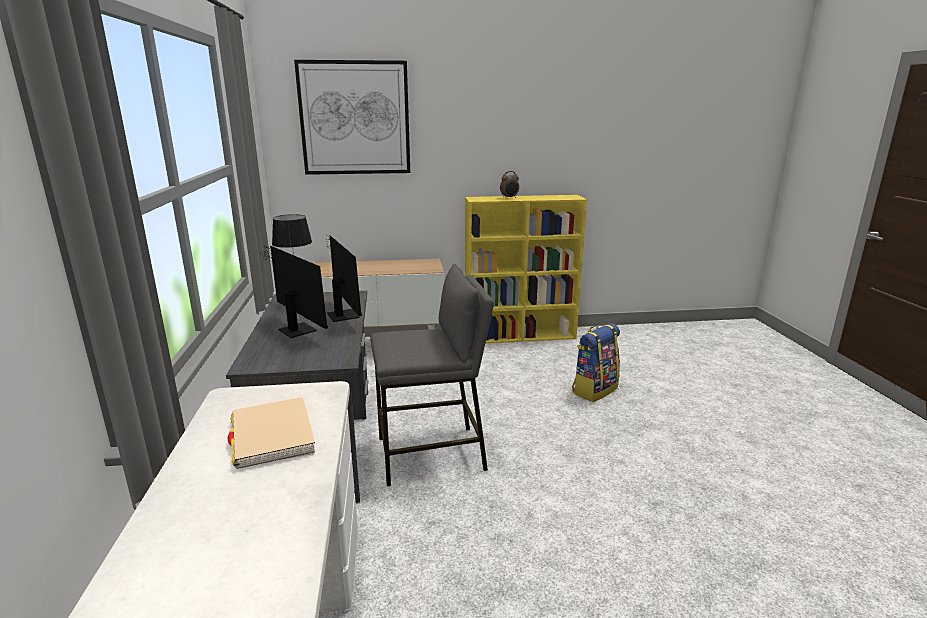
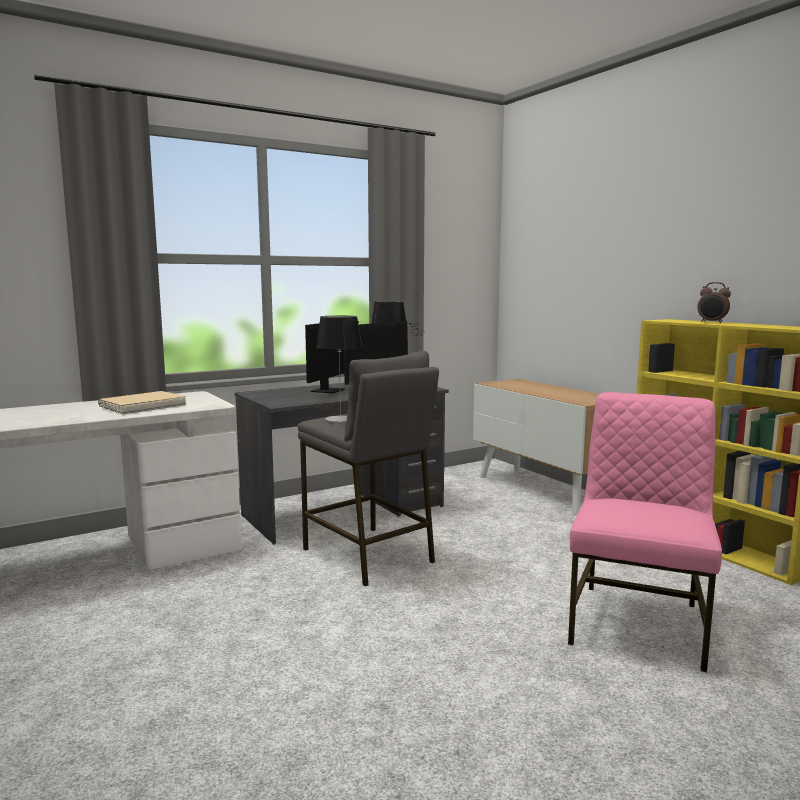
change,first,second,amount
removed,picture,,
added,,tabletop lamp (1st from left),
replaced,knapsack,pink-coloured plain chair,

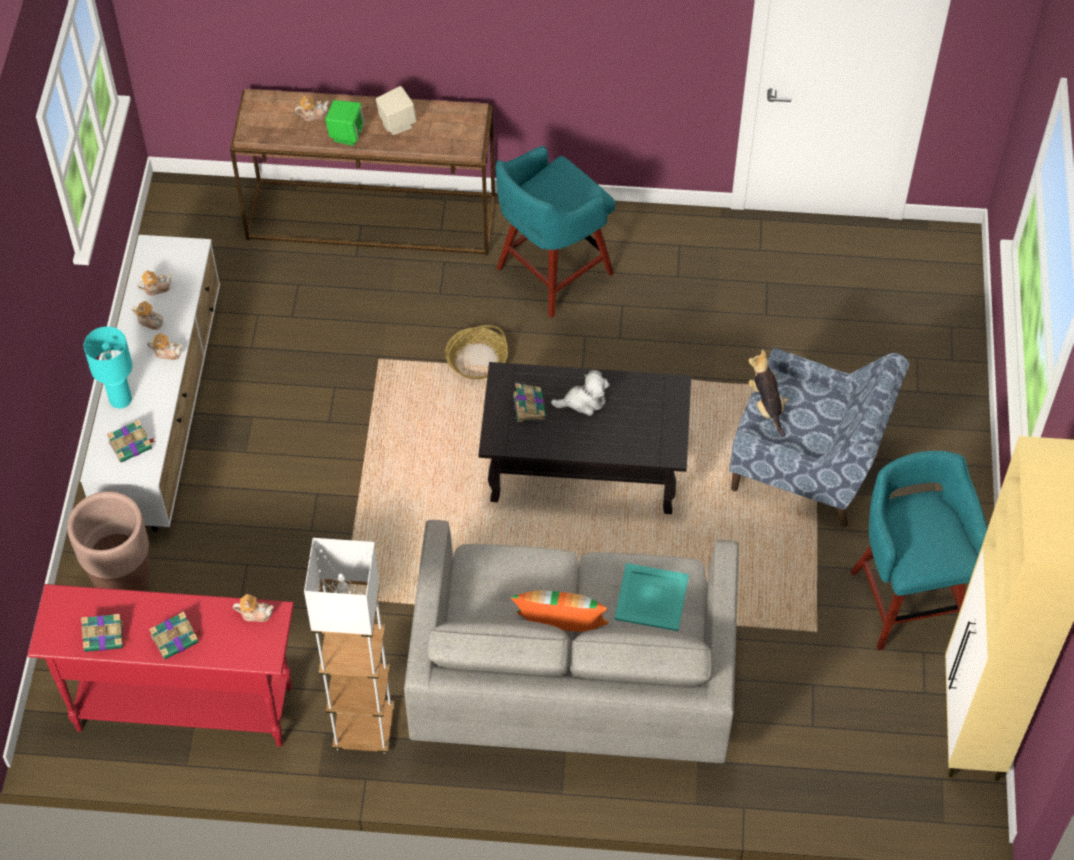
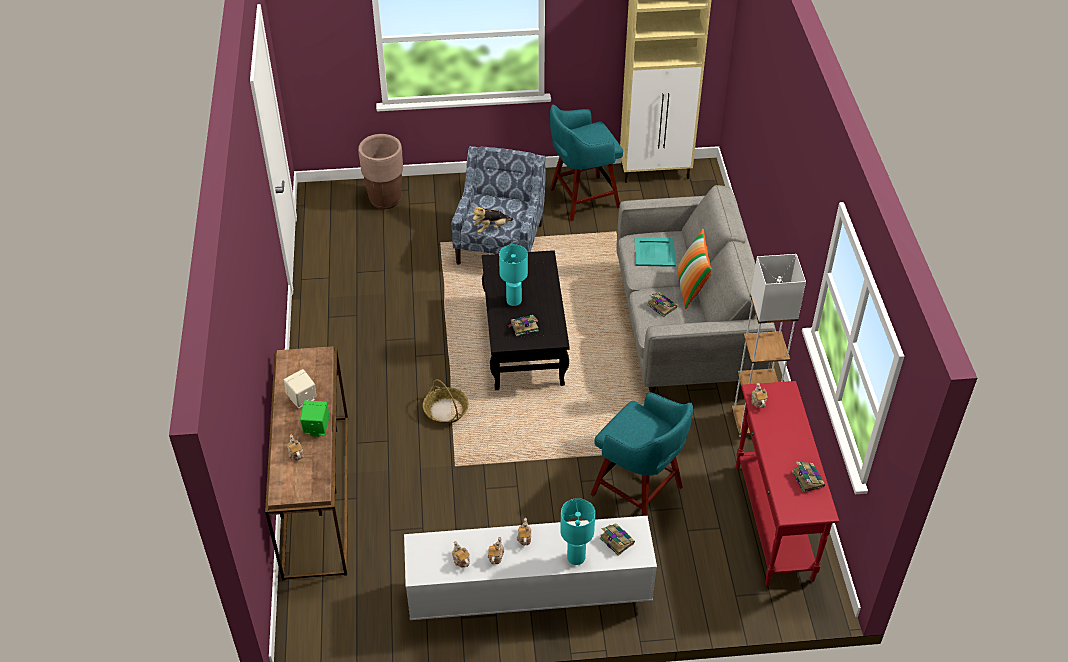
change,first,second,amount
moved,brown-coloured plant pot,,
moved,book (3rd from left),,
moved,blue-green stool seat (1st from left in the first image),blue-green stool seat (2nd from left),
replaced,soft toy (1st from left),blue-green tabletop lamp (1st from left),

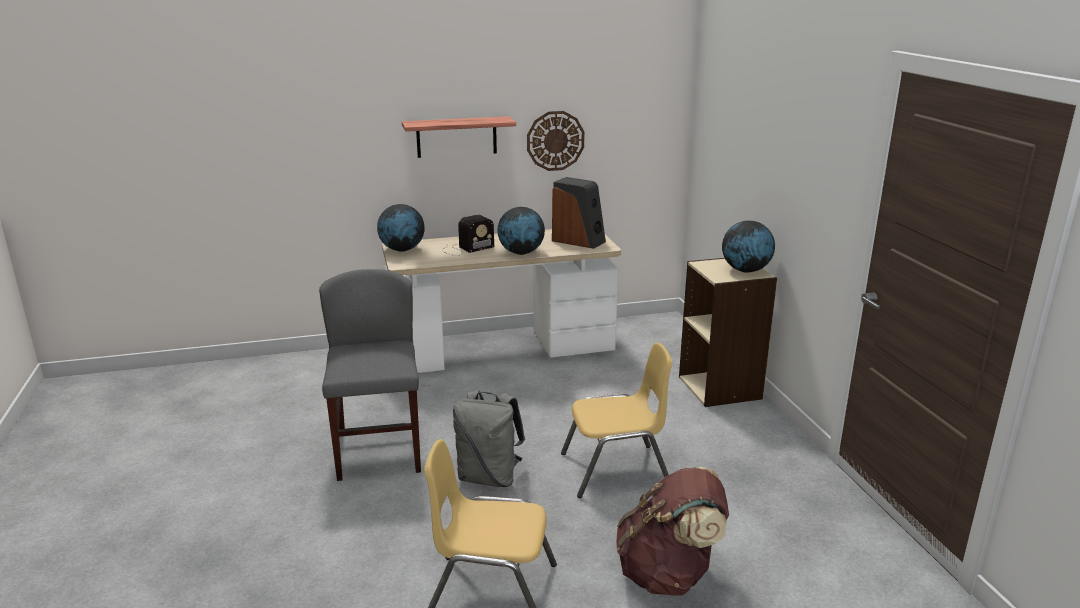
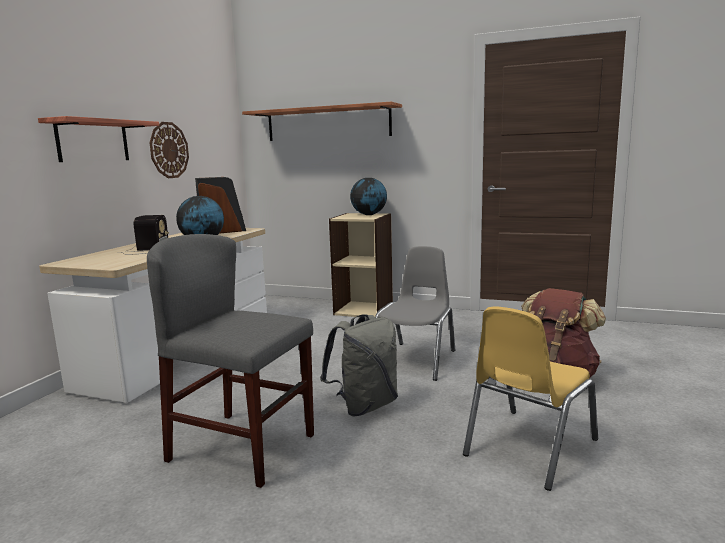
change,first,second,amount
removed,desk globe (1st from left),,
added,,bracket shelf (2nd from left),
recoloured,yellow-coloured plain chair (2nd from left),greyish plain chair (2nd from left),

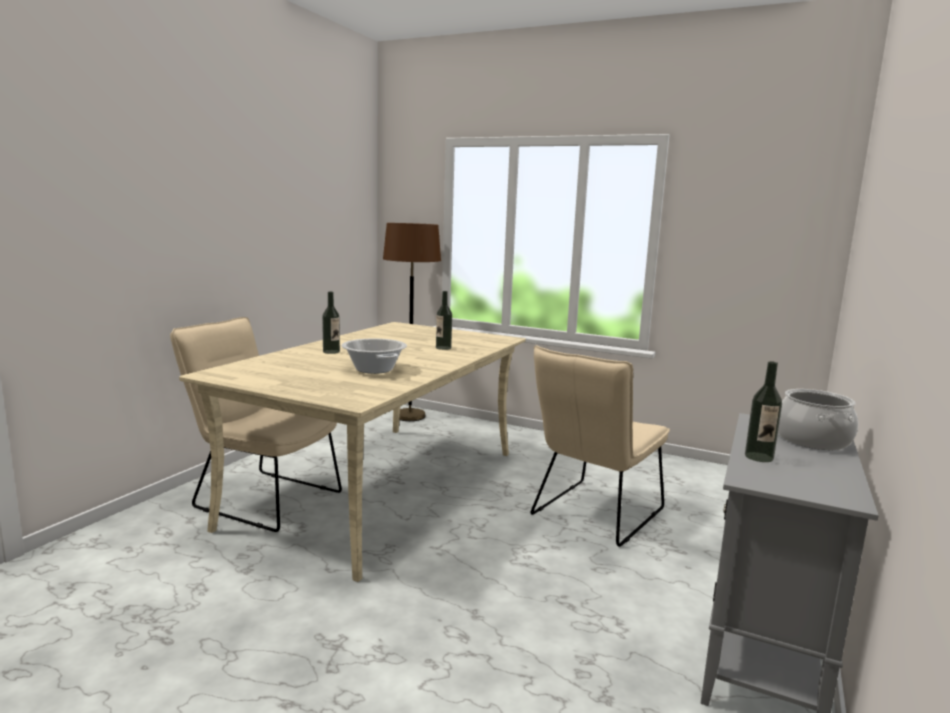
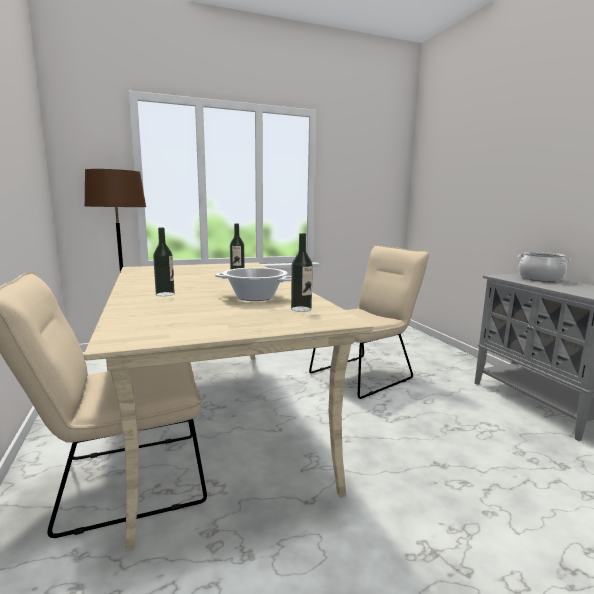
change,first,second,amount
moved,bottle (3rd from left),,
turned,sand-coloured plain chair (2nd from left),,120 degrees counterclockwise

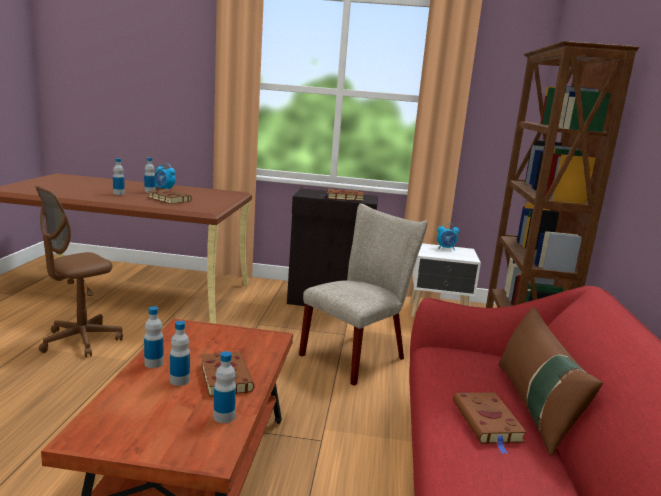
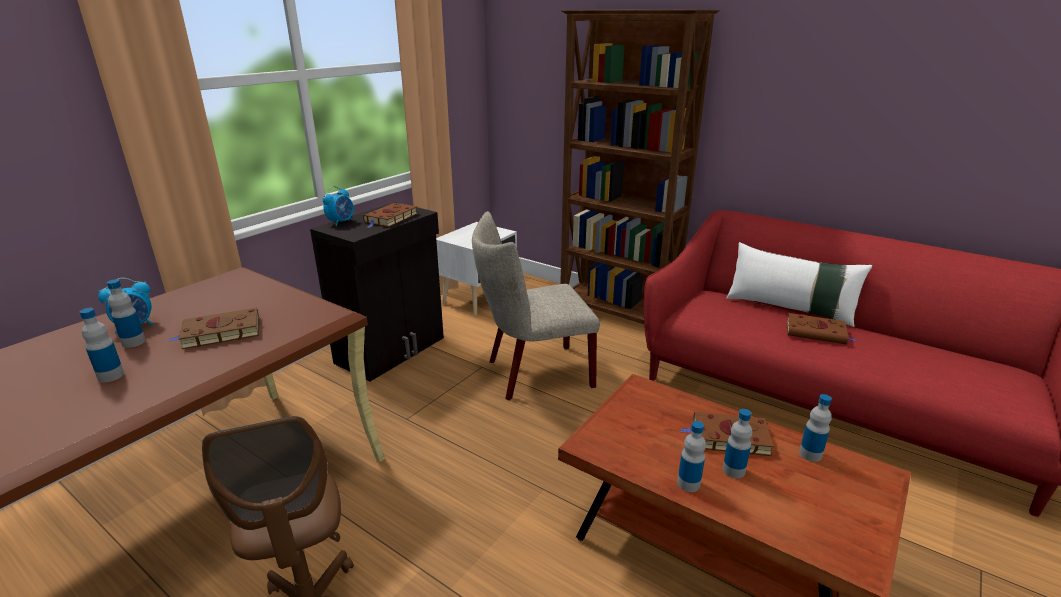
change,first,second,amount
moved,bedside clock (2nd from left),,
recoloured,brown-coloured pillow,white pillow,
turned,sand-coloured plain chair,,90 degrees counterclockwise

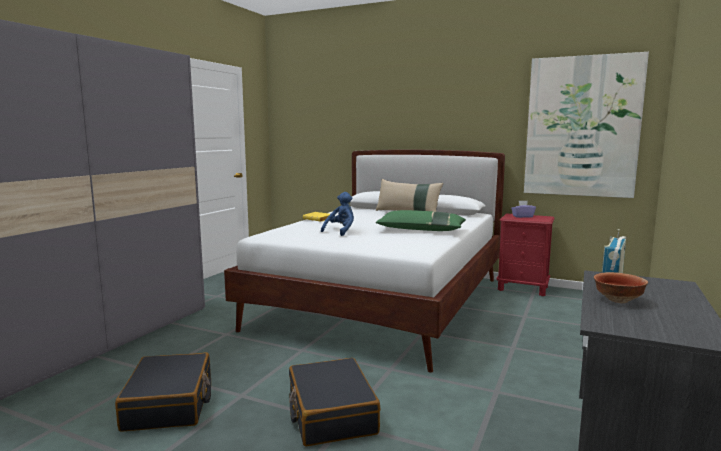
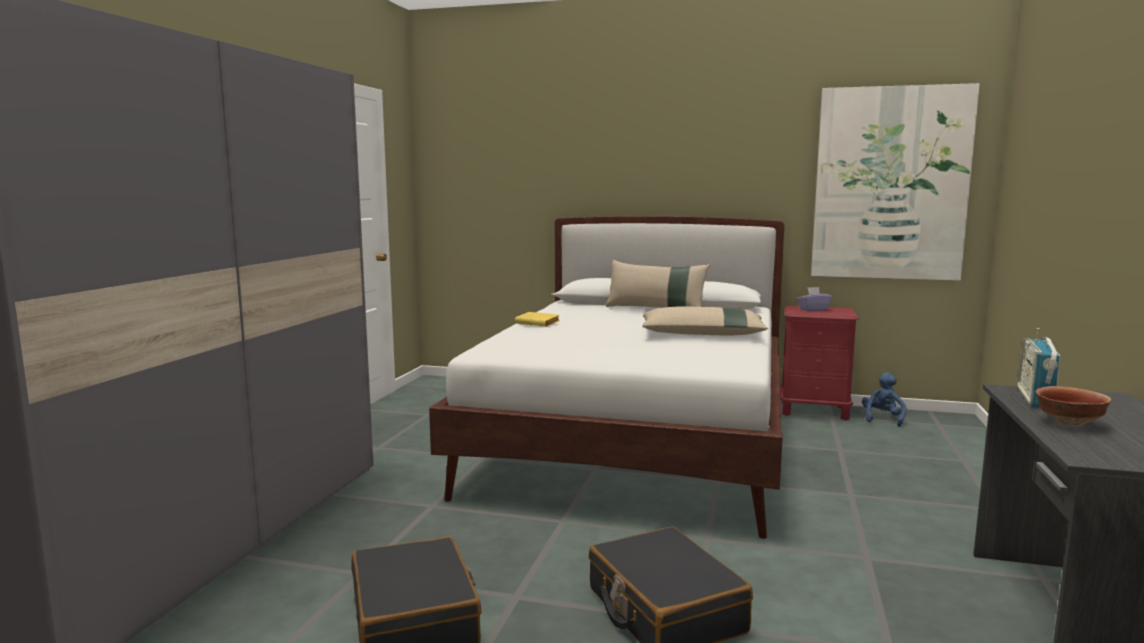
change,first,second,amount
moved,blue soft toy,,
recoloured,green pillow,sand-coloured pillow (2nd from left),

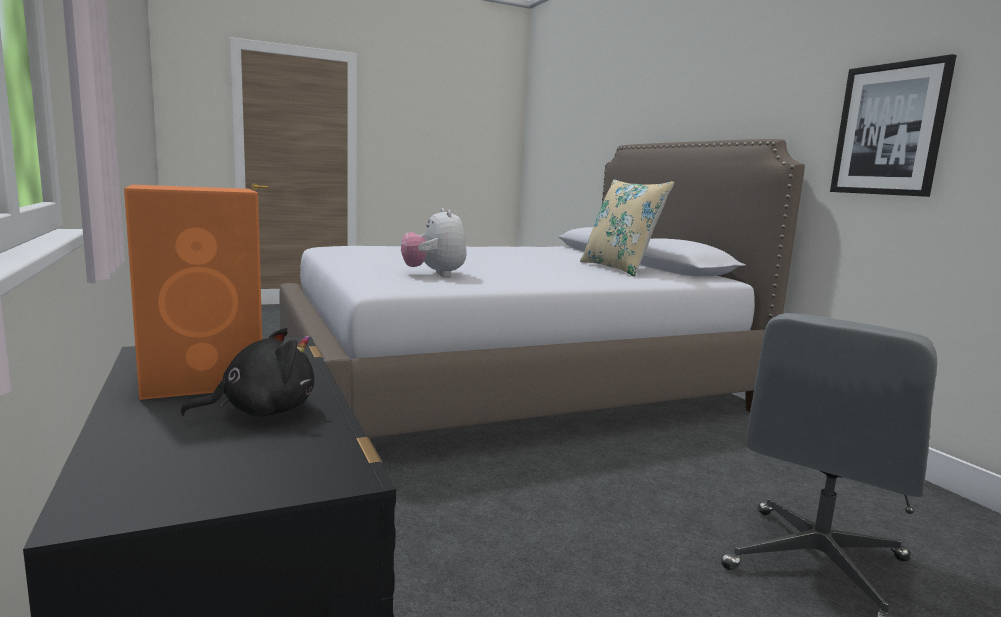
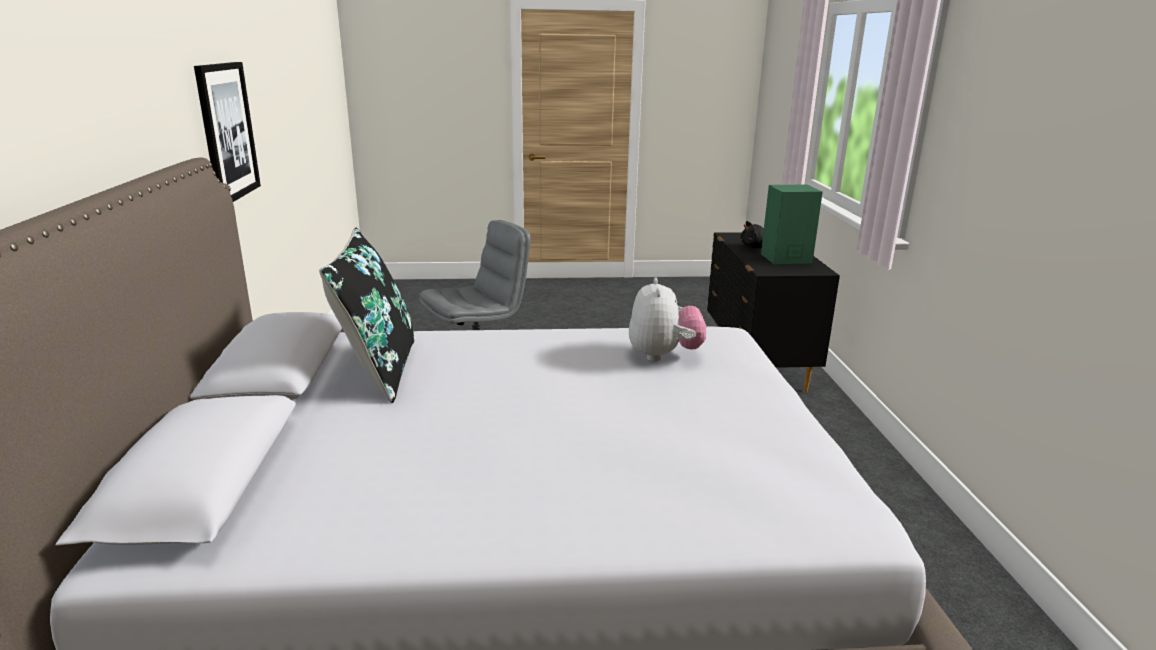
change,first,second,amount
recoloured,orange-coloured audio speaker,green audio speaker,
recoloured,sand-coloured pillow,black-coloured pillow,

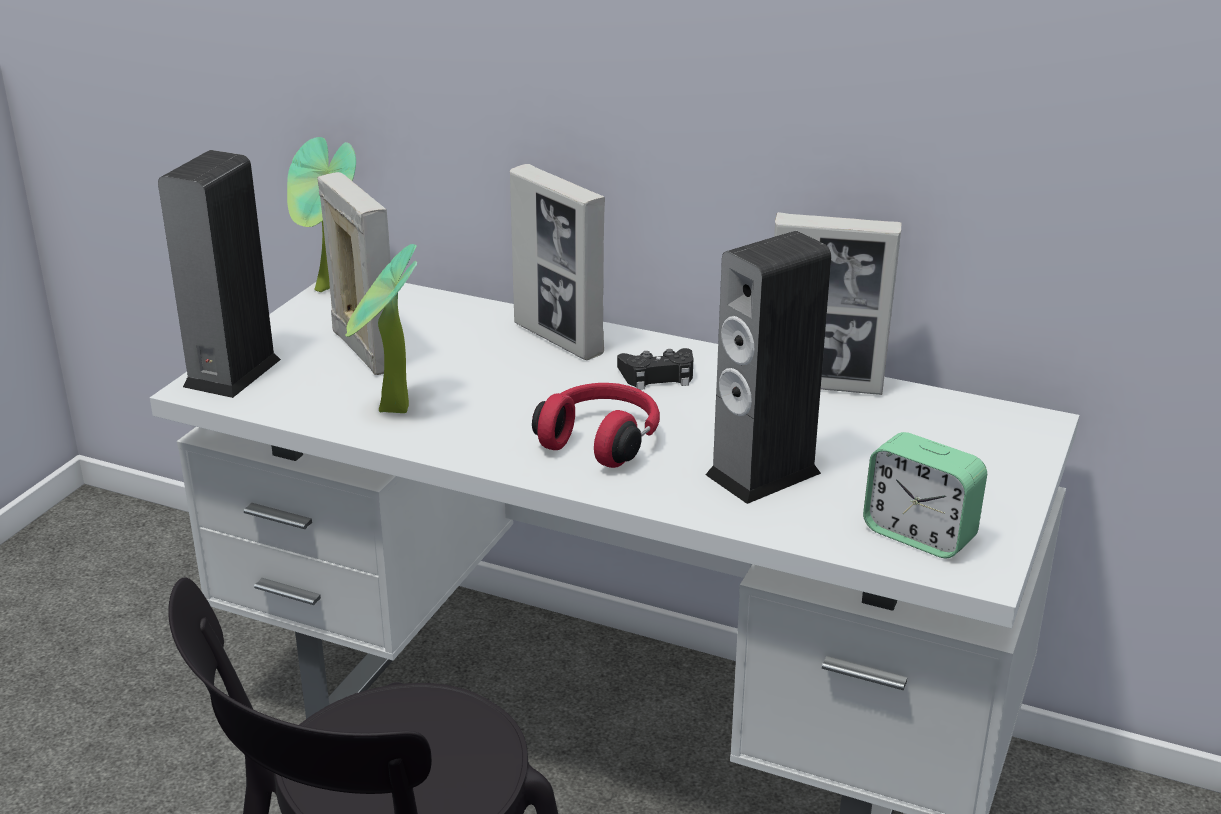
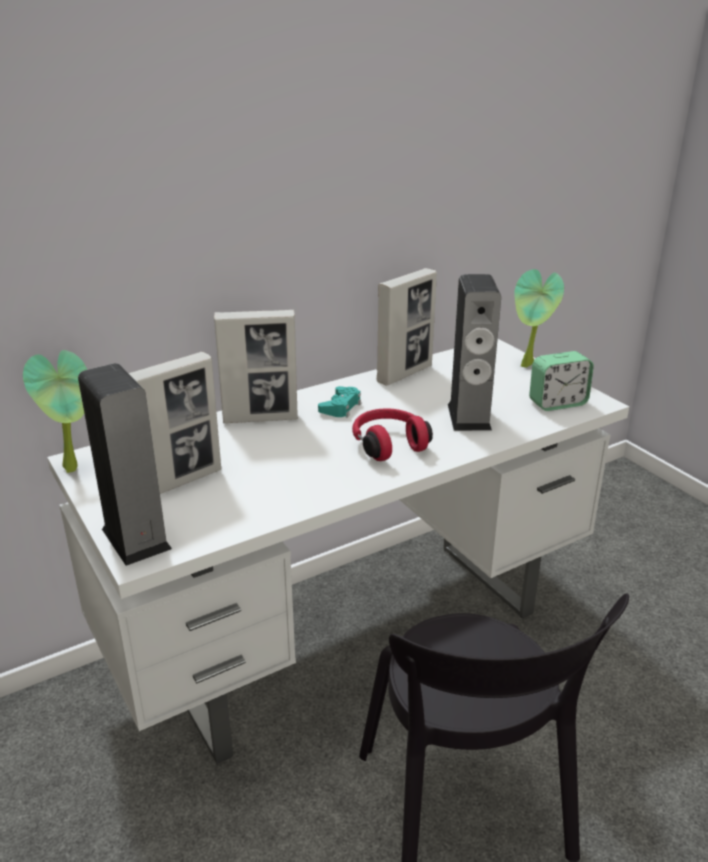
change,first,second,amount
moved,potted plant (2nd from left),,
recoloured,black-coloured game controller,blue-green game controller,
turned,standing frame (1st from left),,135 degrees clockwise

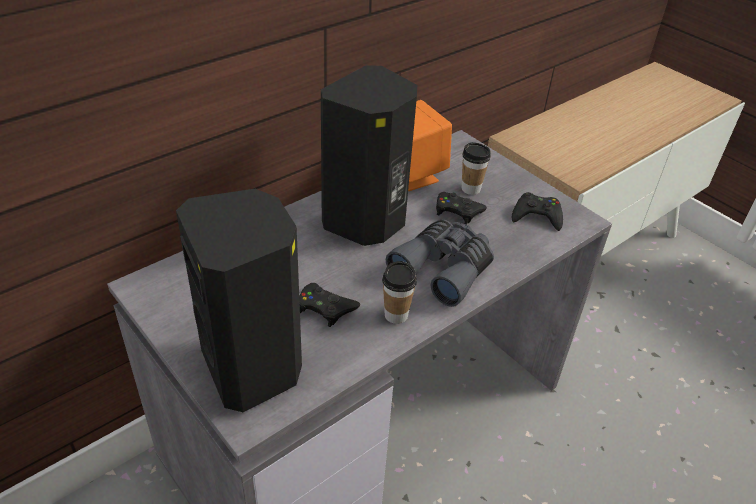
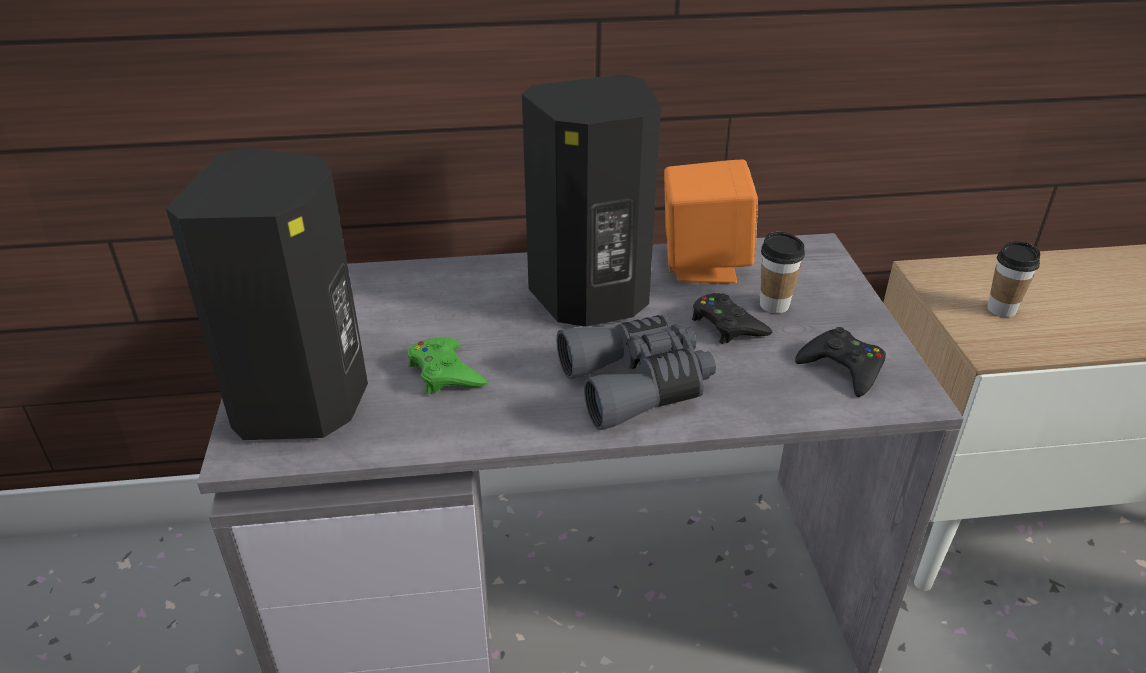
change,first,second,amount
moved,small cup (1st from left in the first image),small cup (2nd from left),
recoloured,black-coloured game controller (1st from left),green game controller,

